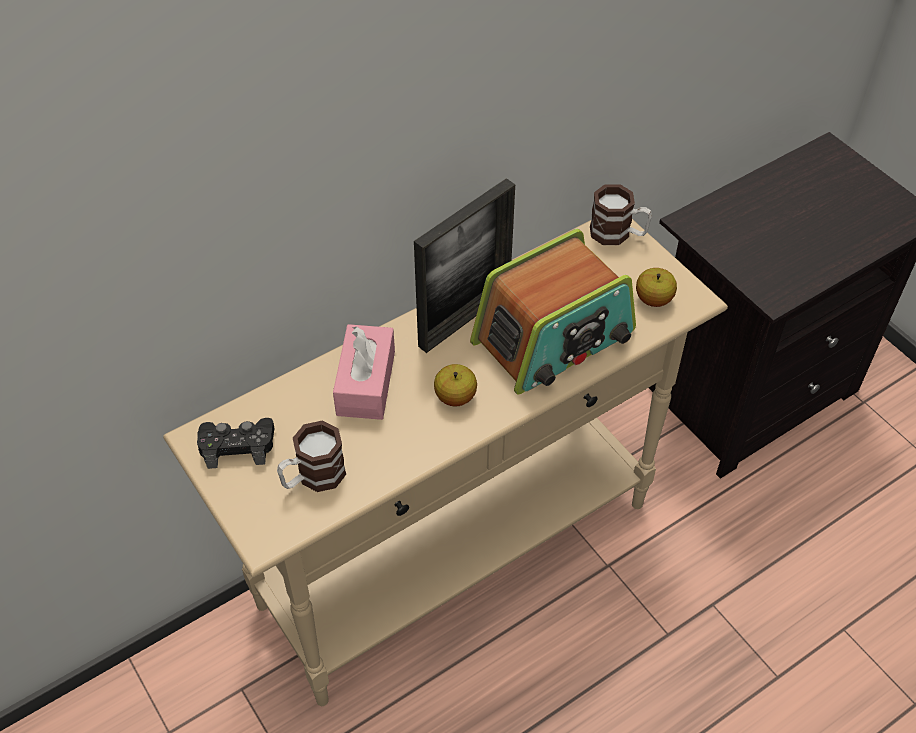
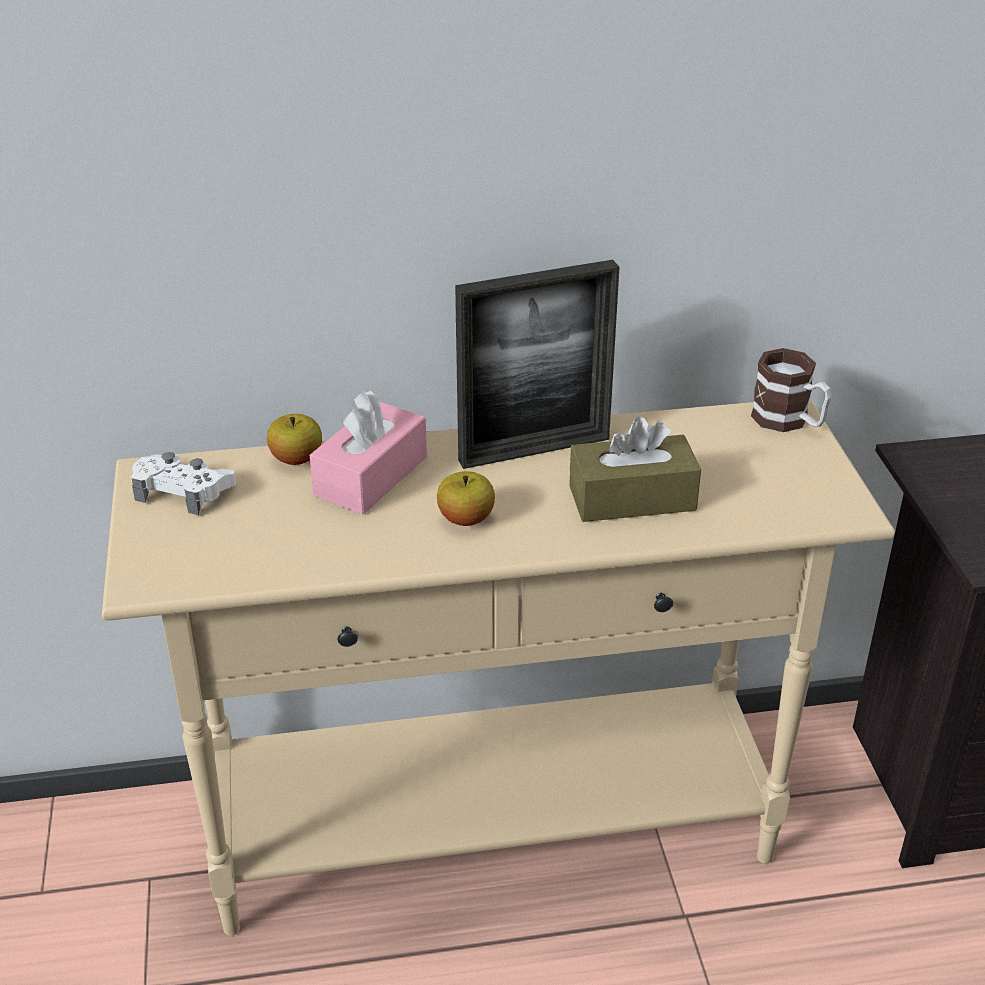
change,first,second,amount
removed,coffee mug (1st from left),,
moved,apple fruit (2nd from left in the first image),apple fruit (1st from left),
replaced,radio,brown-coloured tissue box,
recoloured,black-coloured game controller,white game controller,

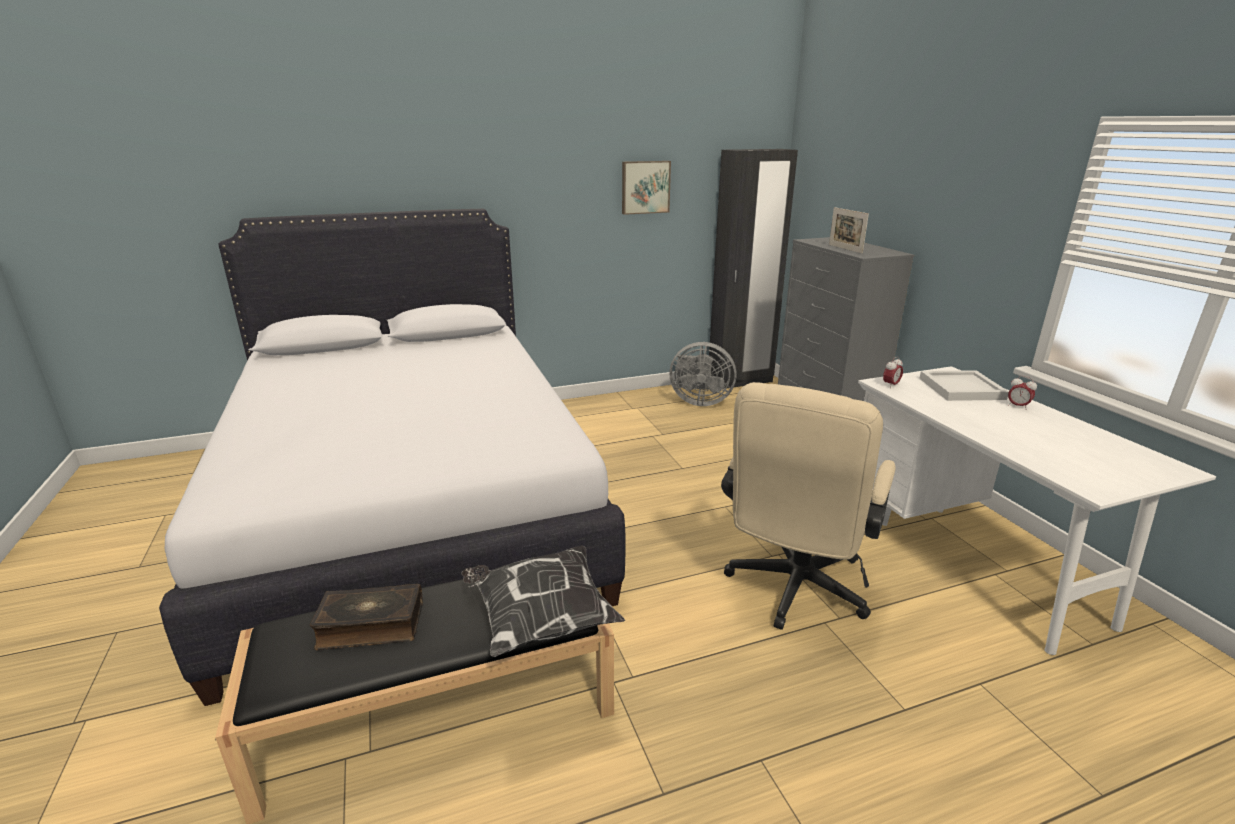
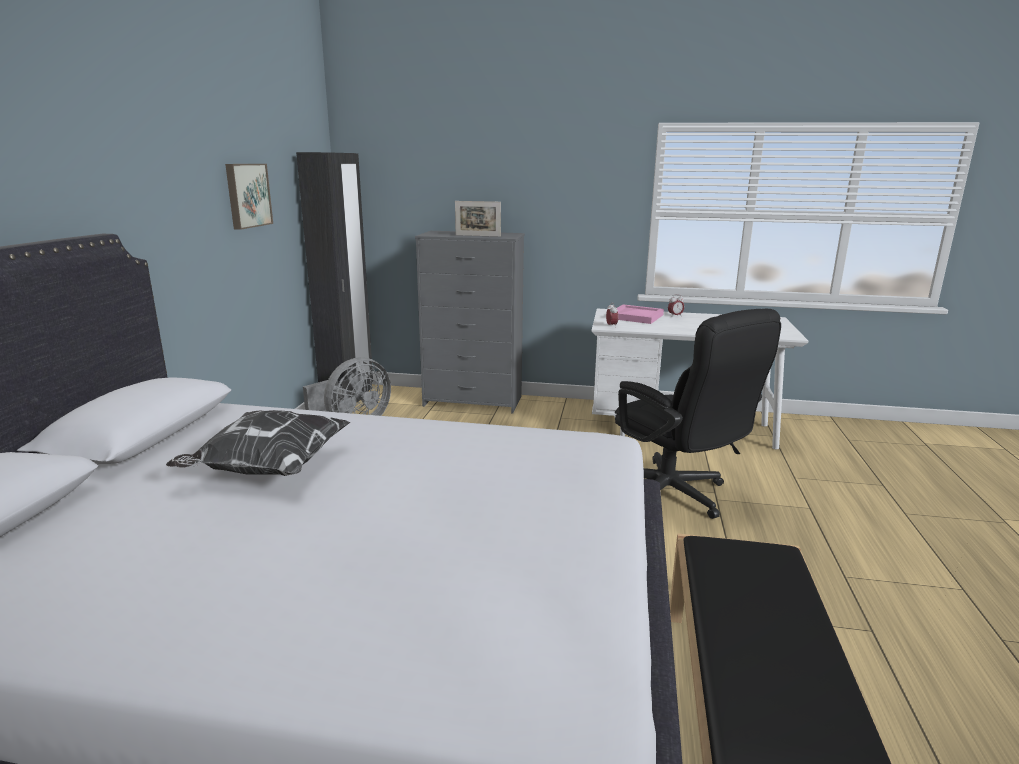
change,first,second,amount
removed,book,,
moved,pillow,,
recoloured,sand-coloured office chair,black-coloured office chair,
recoloured,white serving tray,pink-coloured serving tray,

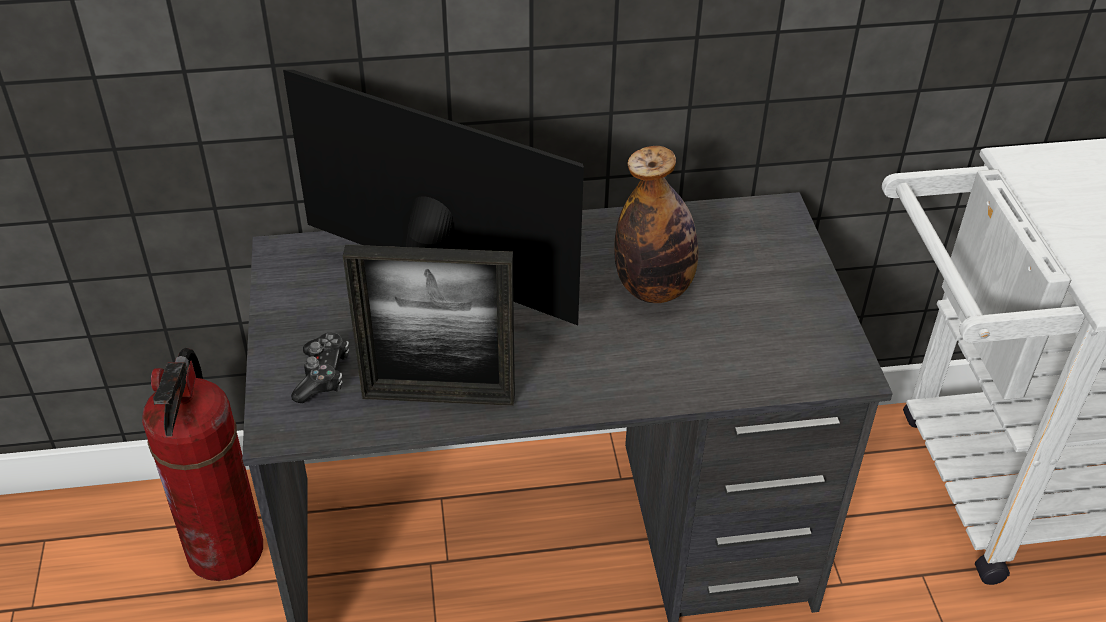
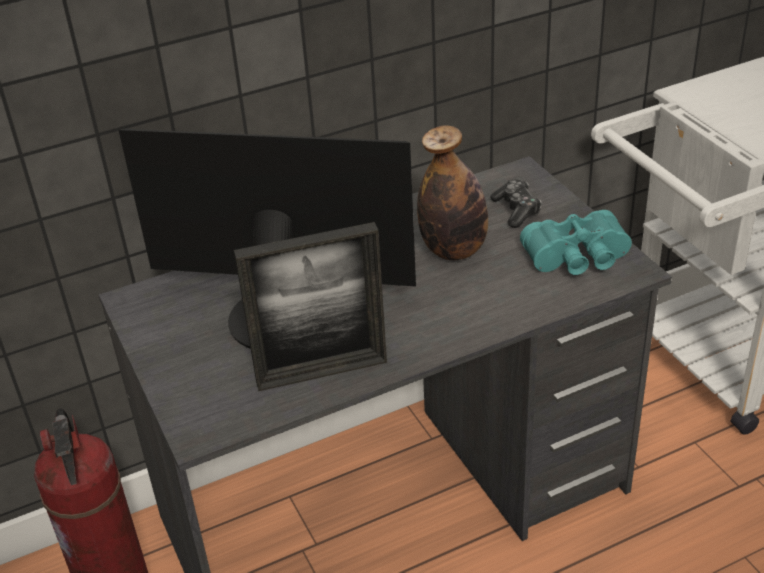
change,first,second,amount
added,,blue-green binoculars,
moved,game controller,,

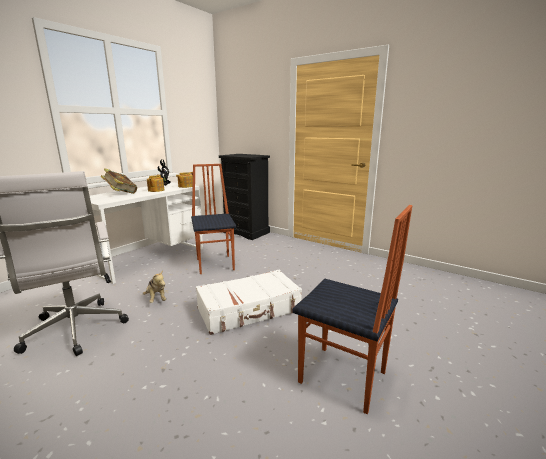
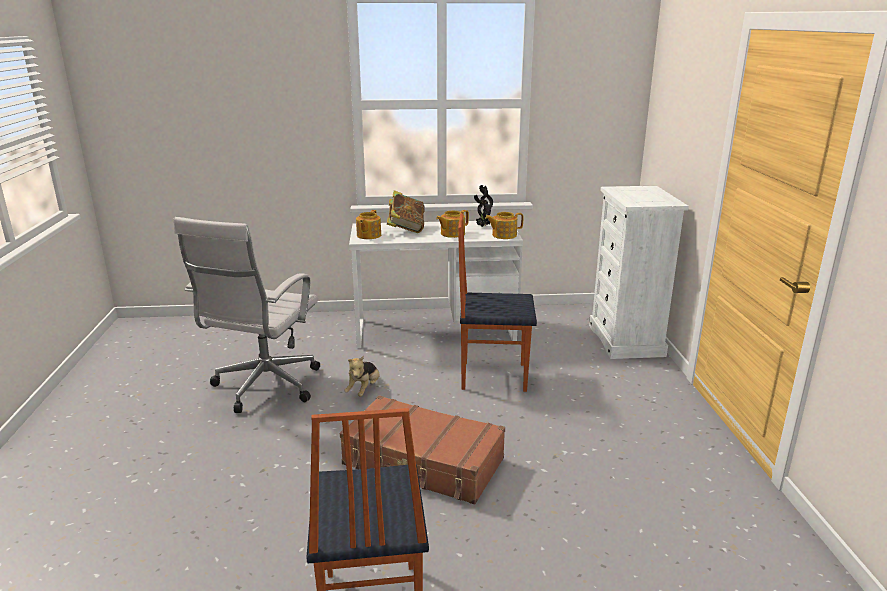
change,first,second,amount
added,,tea pot (1st from left),
recoloured,white travel case,brown-coloured travel case,
recoloured,black-coloured chest of drawers,white chest of drawers,
turned,plain chair (1st from left in the first image),plain chair (2nd from left),120 degrees counterclockwise

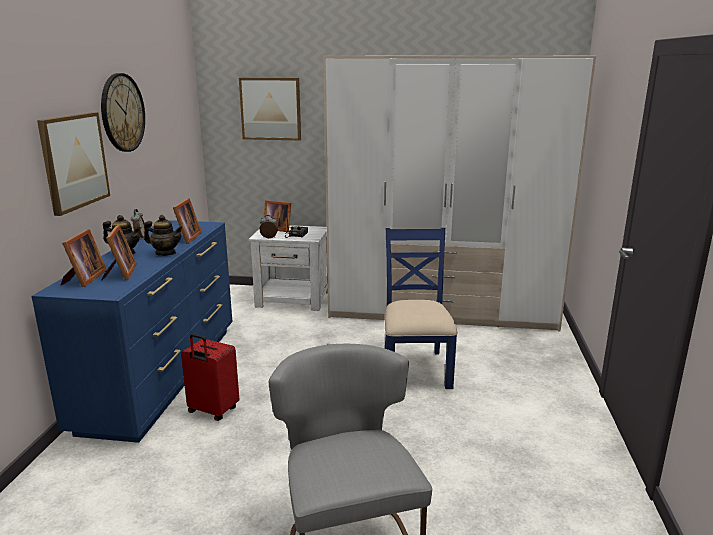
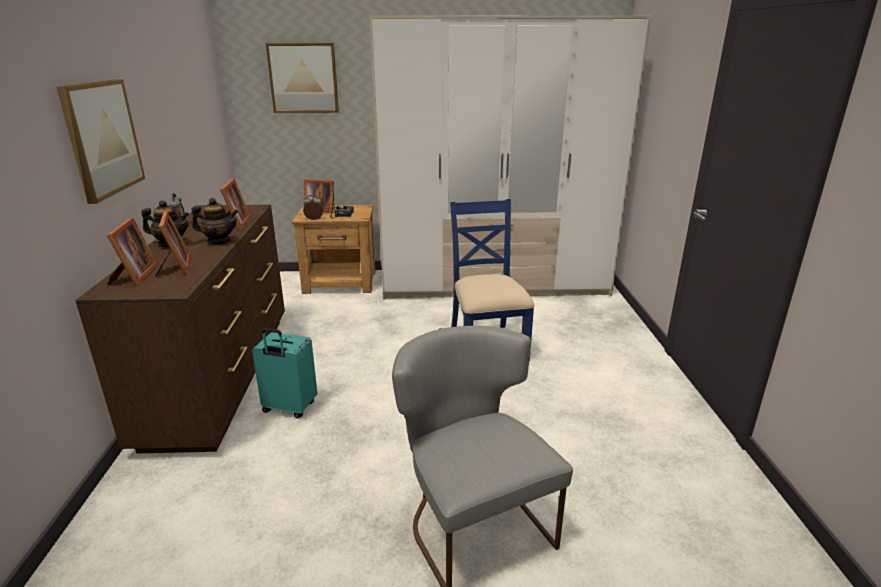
change,first,second,amount
removed,clock on the wall,,
recoloured,blue chest of drawers,brown-coloured chest of drawers,
recoloured,reddish travel case,blue-green travel case,
recoloured,white nightstand,brown-coloured nightstand,

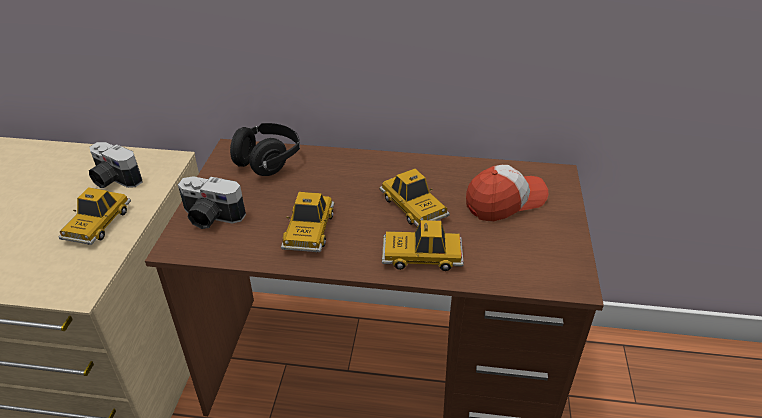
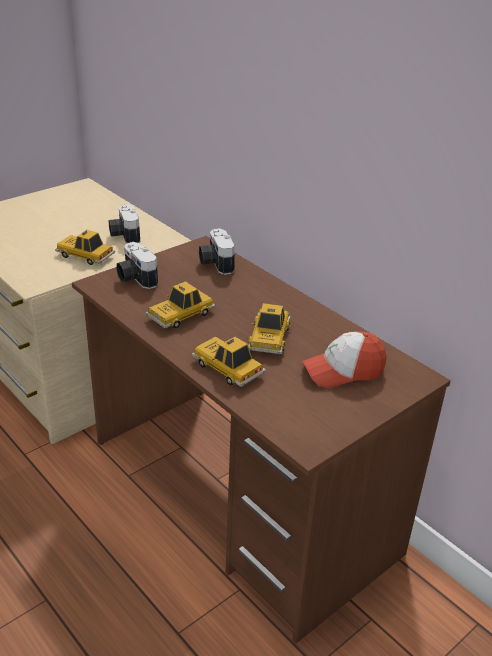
change,first,second,amount
replaced,black-coloured pair of headphones,still camera (3rd from left),
turned,model car (1st from left),,60 degrees clockwise
turned,peaked cap,,150 degrees clockwise

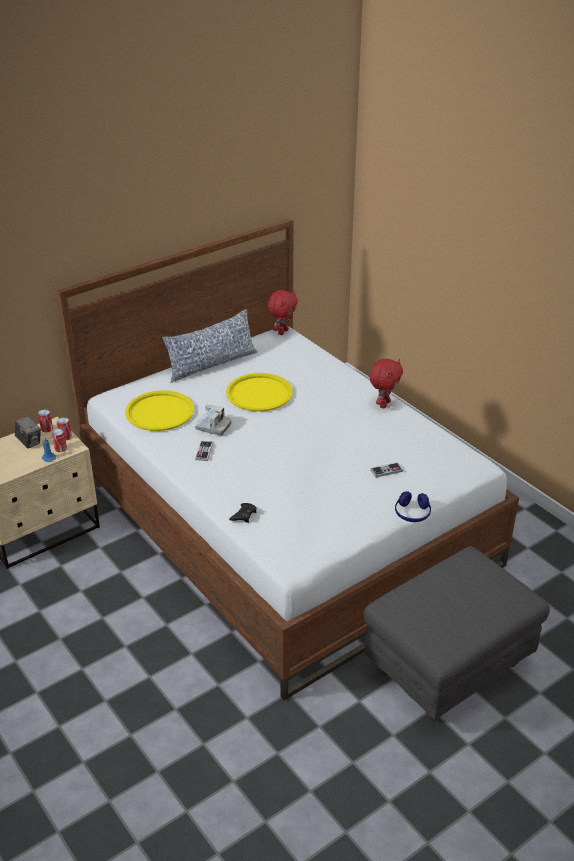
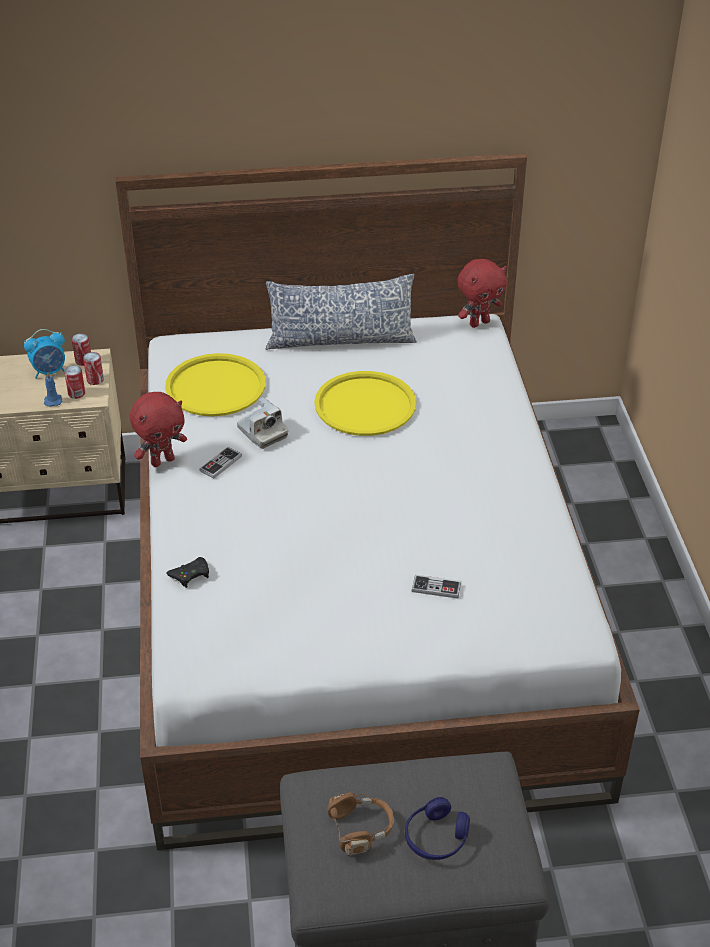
change,first,second,amount
added,,brown-coloured pair of headphones,
moved,reddish soft toy (2nd from left in the first image),reddish soft toy (1st from left),
moved,blue pair of headphones,,
replaced,still camera (1st from left),bedside clock,

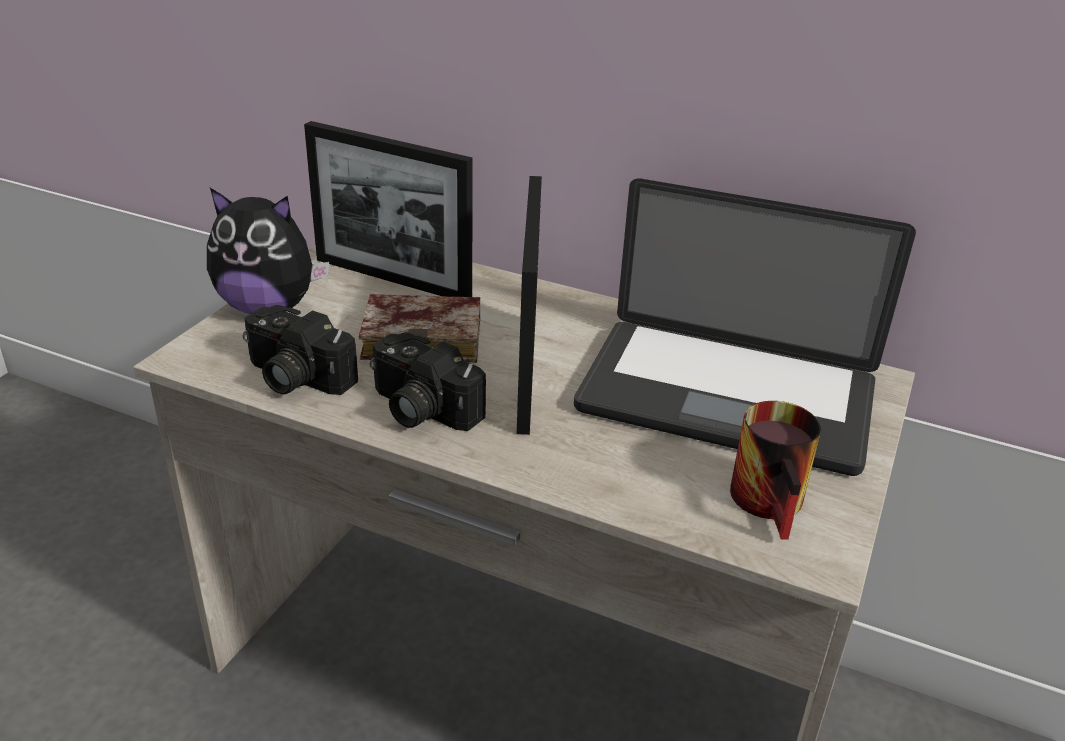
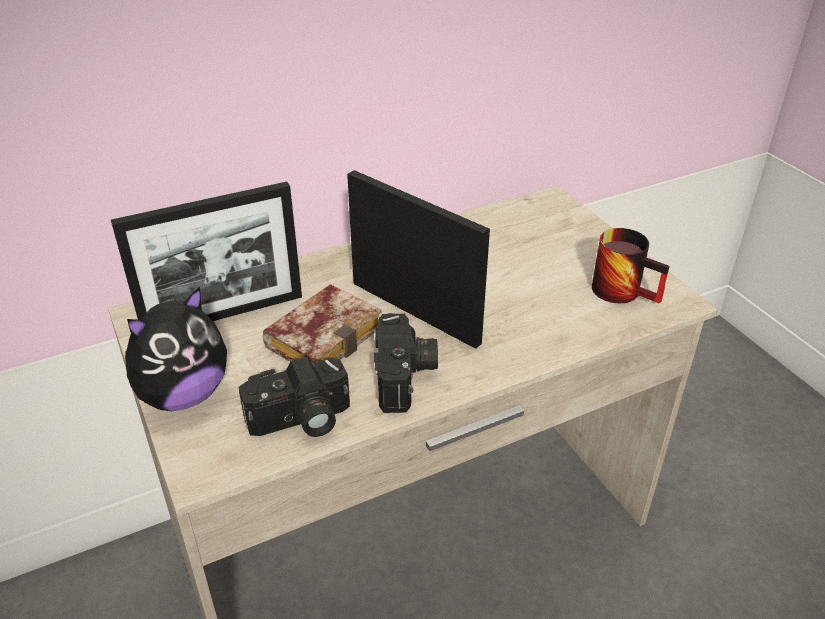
change,first,second,amount
removed,notebook computer,,
turned,still camera (2nd from left),,75 degrees counterclockwise

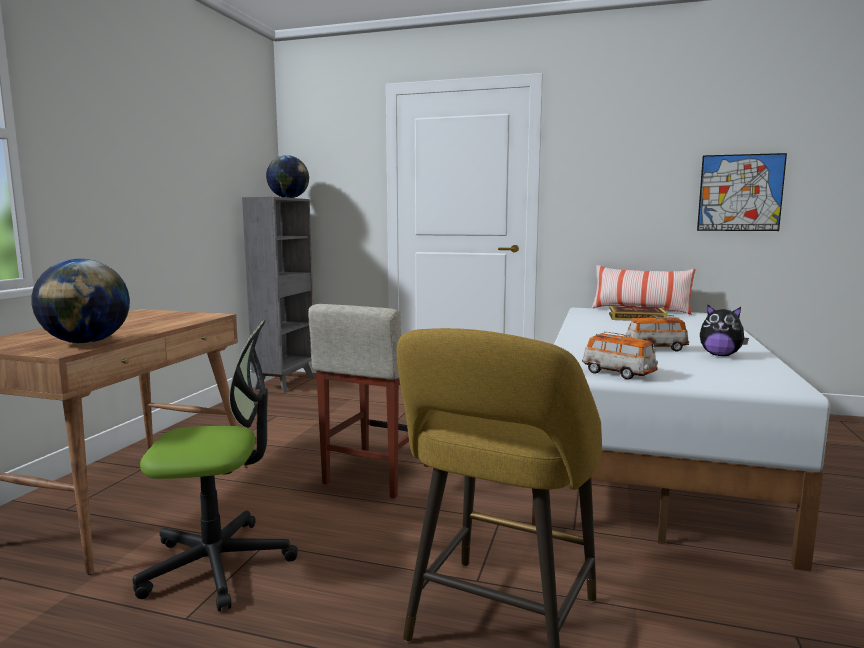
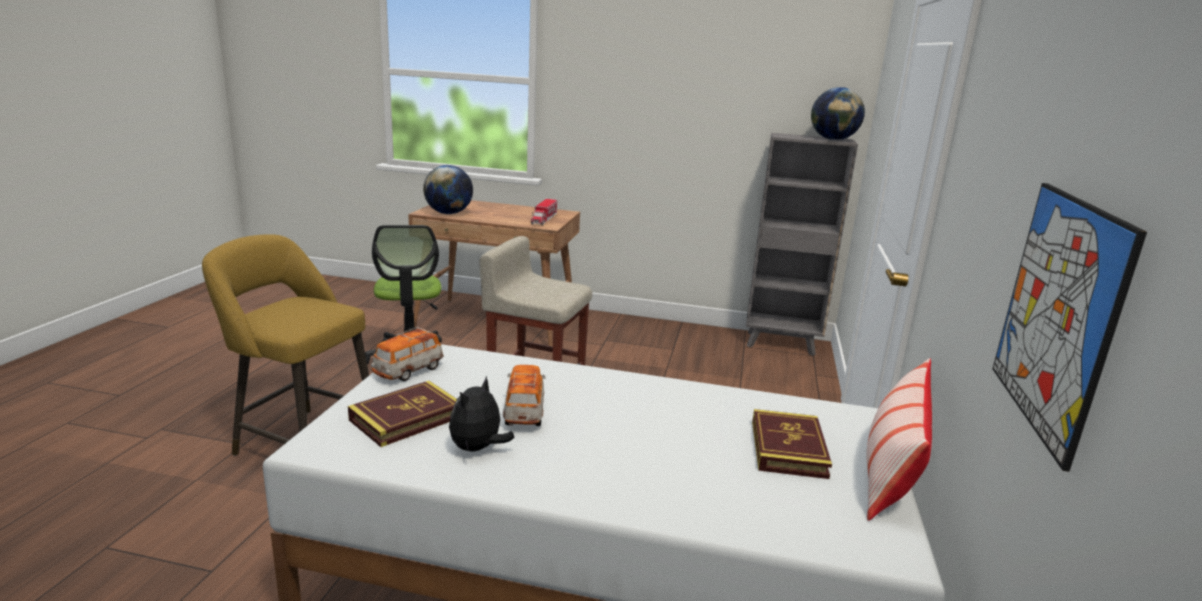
change,first,second,amount
added,,book (1st from left),
added,,toy lorry,

